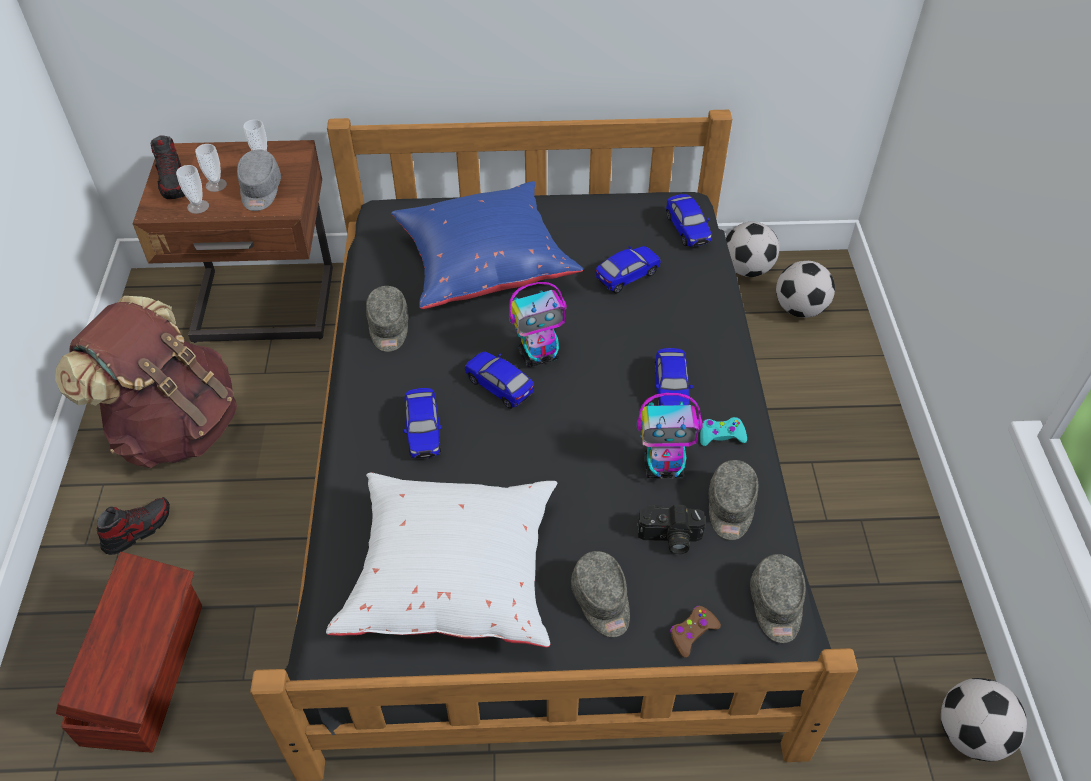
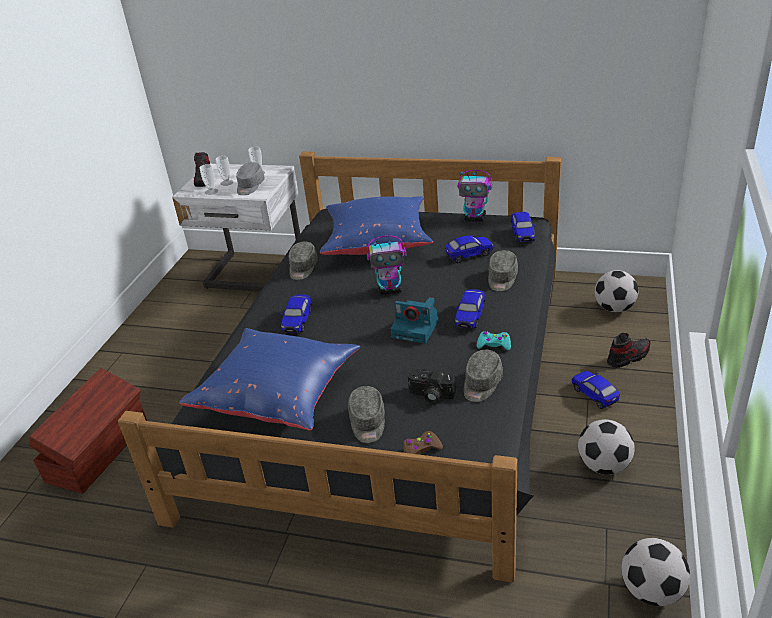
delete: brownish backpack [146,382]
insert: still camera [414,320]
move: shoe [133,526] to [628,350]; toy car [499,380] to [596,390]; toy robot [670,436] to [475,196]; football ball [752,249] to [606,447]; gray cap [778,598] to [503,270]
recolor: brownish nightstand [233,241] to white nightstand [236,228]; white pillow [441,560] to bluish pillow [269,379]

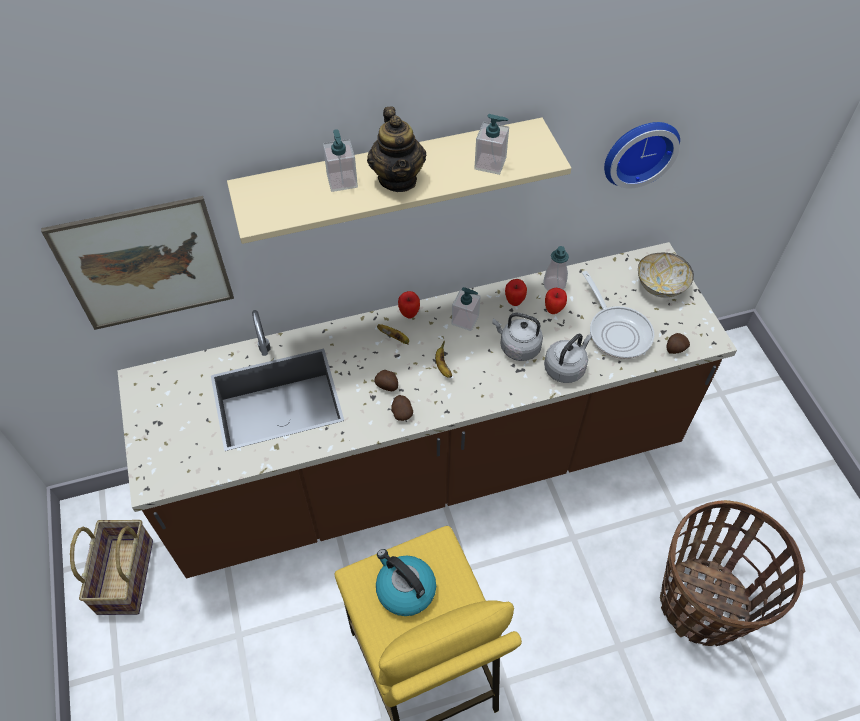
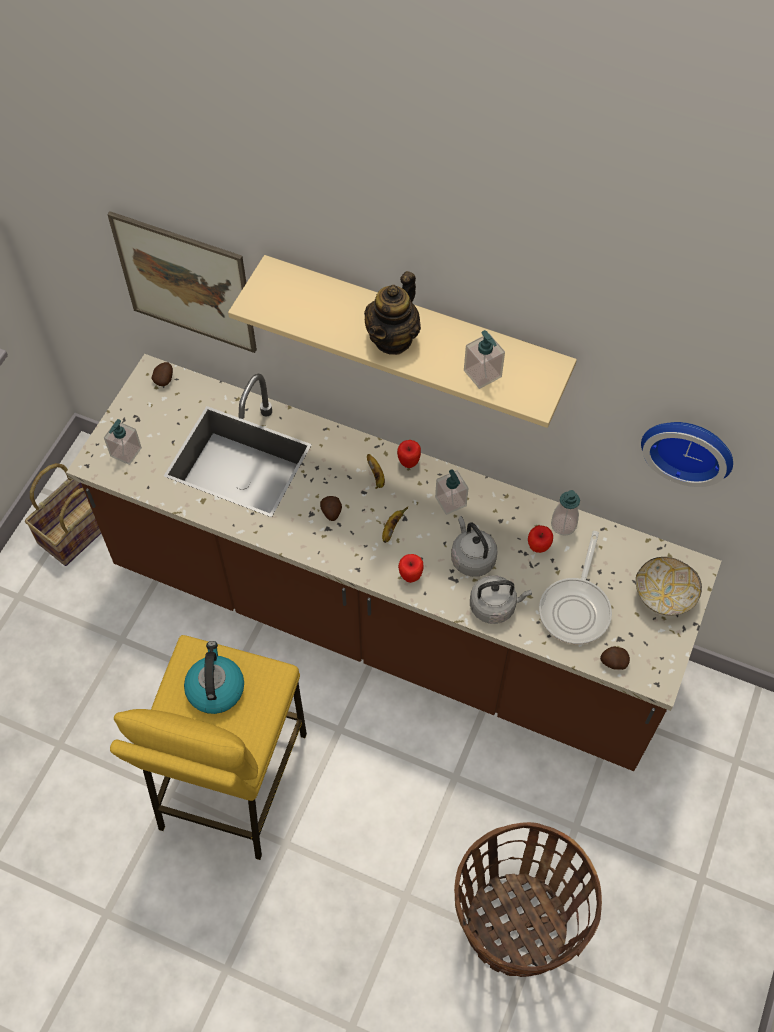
move: soap dispenser [340,160] to [123,442]; whole potato [402,408] to [162,374]; apple [516,292] to [411,568]

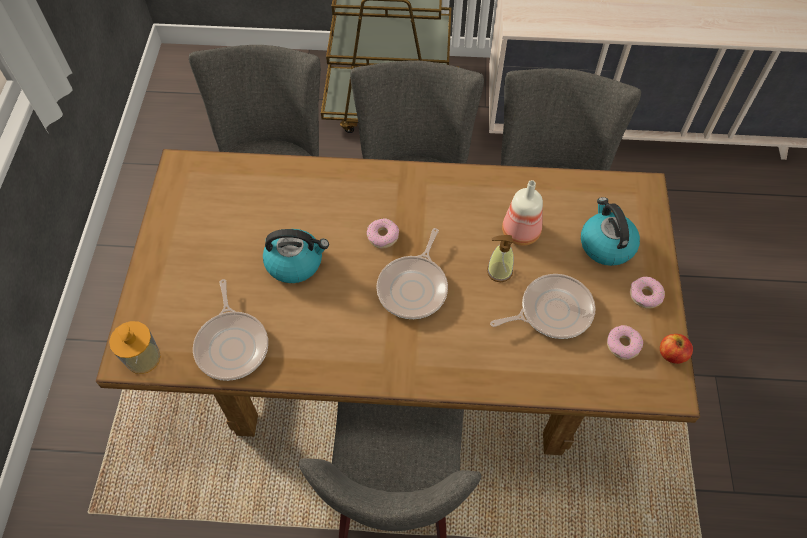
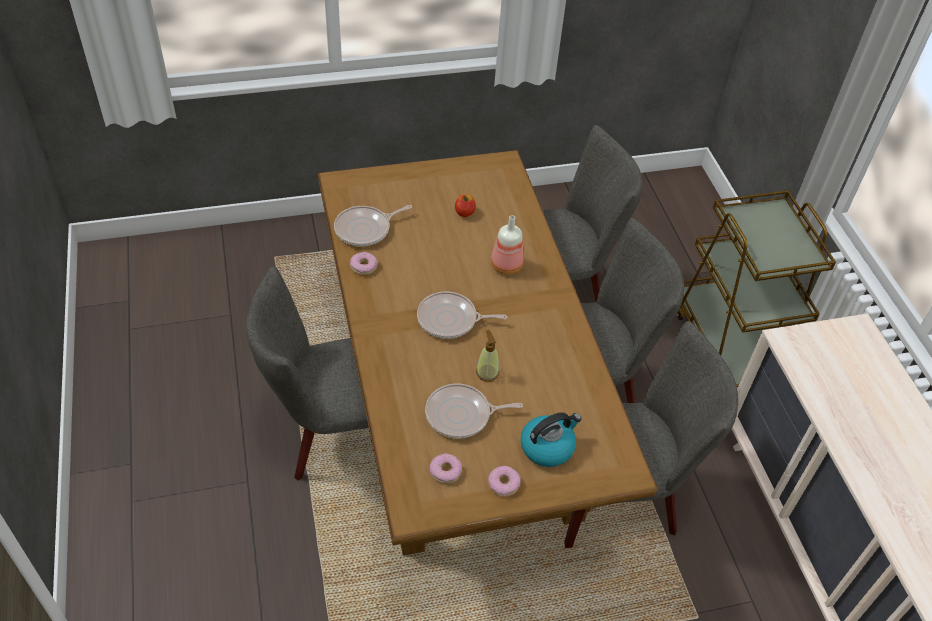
delete: soap dispenser [135,347]; water kettle [296,256]
move: doughnut [383,233] to [364,263]; drink bottle [522,213] to [507,245]; apple [676,349] to [465,205]
rotate: skillet [543,306] = [474,410] 120 degrees clockwise

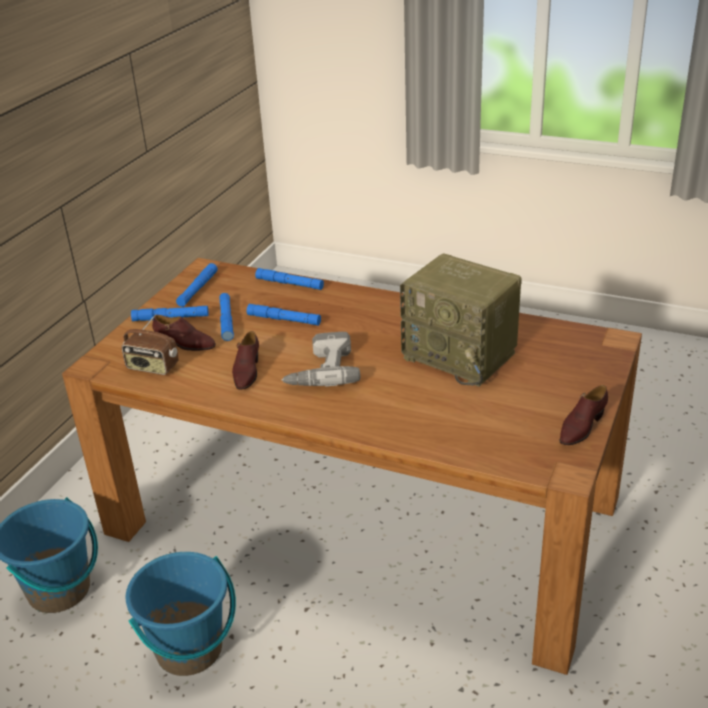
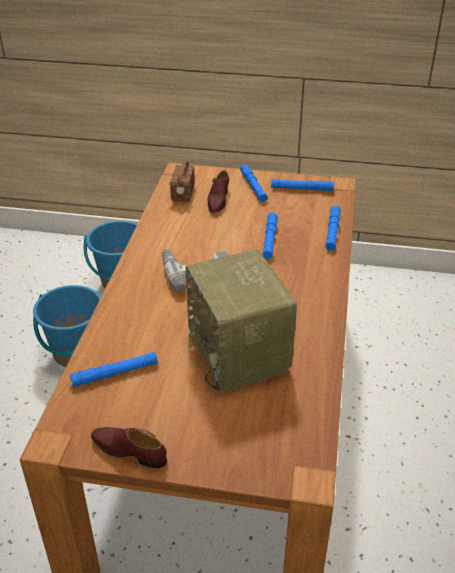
delete: brownish shoe [245,360]
move: bluish torch [226,317] to [114,369]
rotate: radio receiver [461,320] = [241,320] 45 degrees counterclockwise

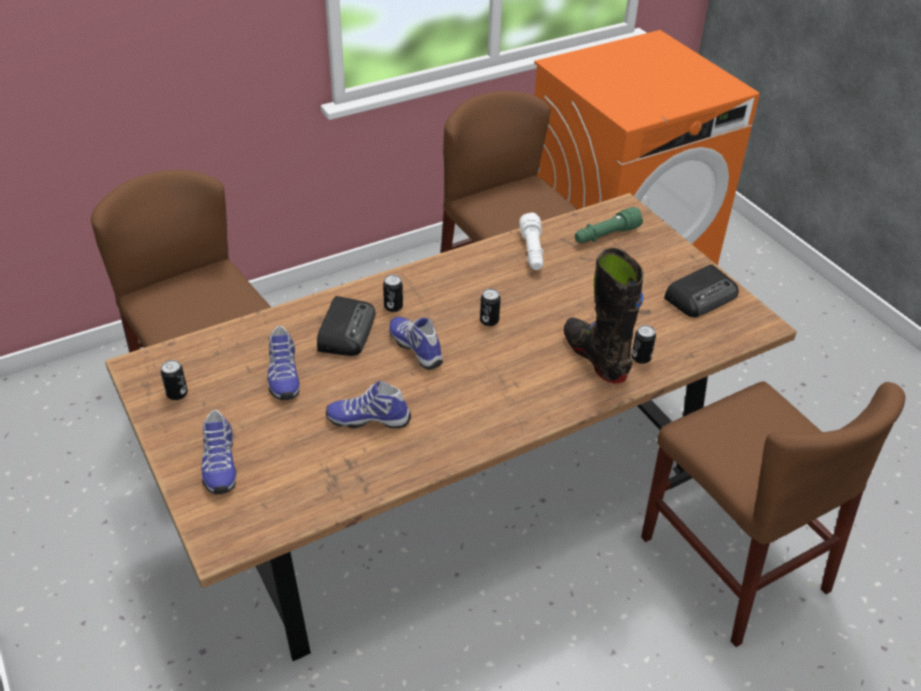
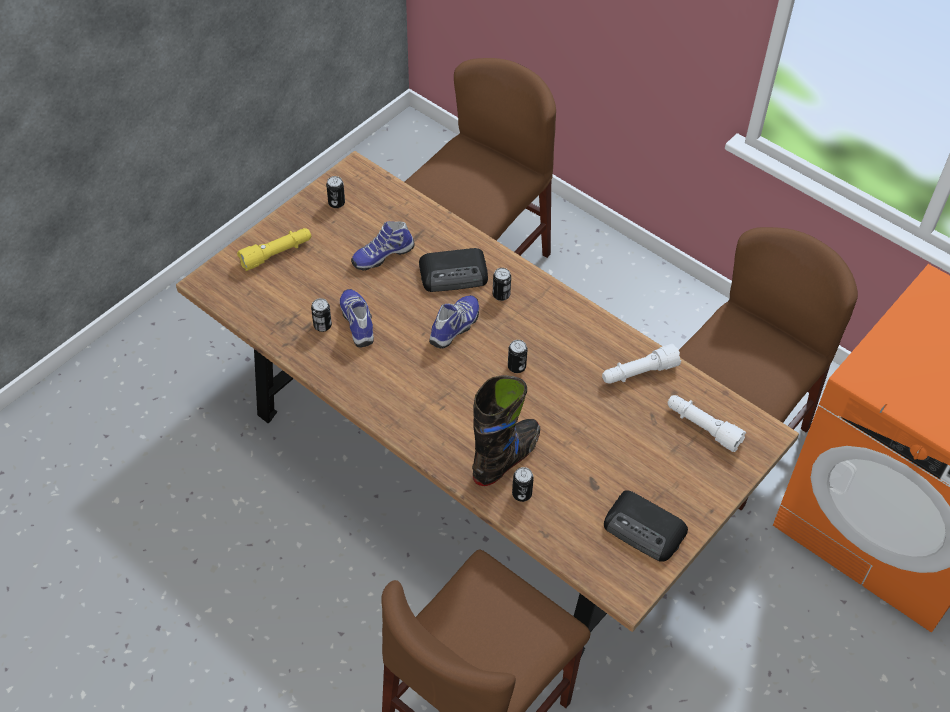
insert: sealed can [321,315]
replace: shoe [219,452] to yellow-coloured torch [274,249]
recolor: green-coloured torch [609,225] to white torch [706,423]

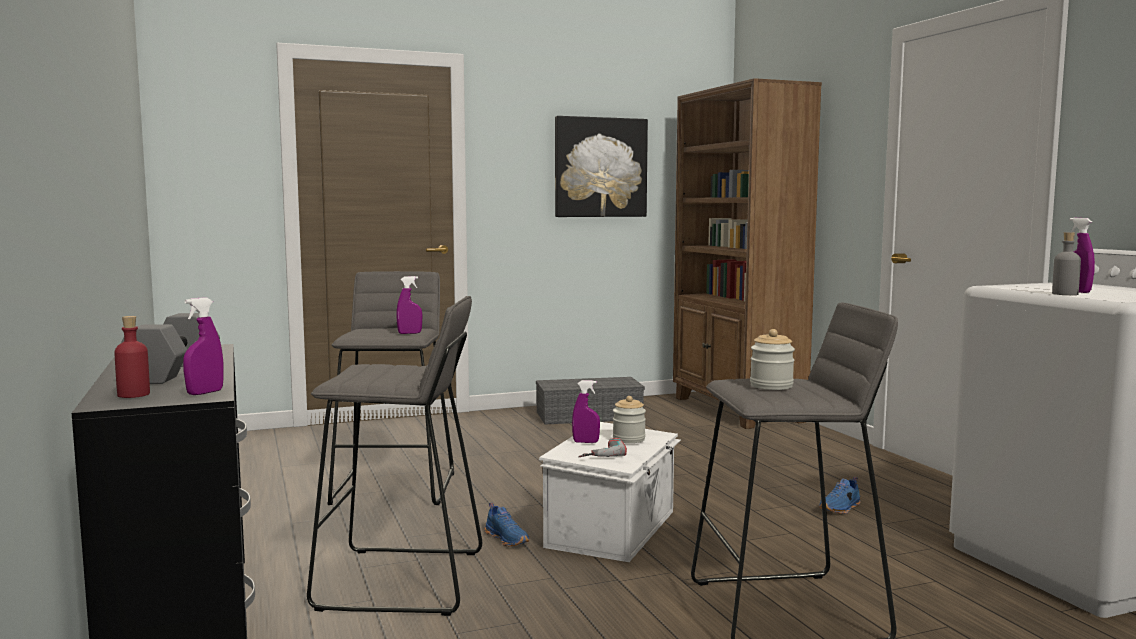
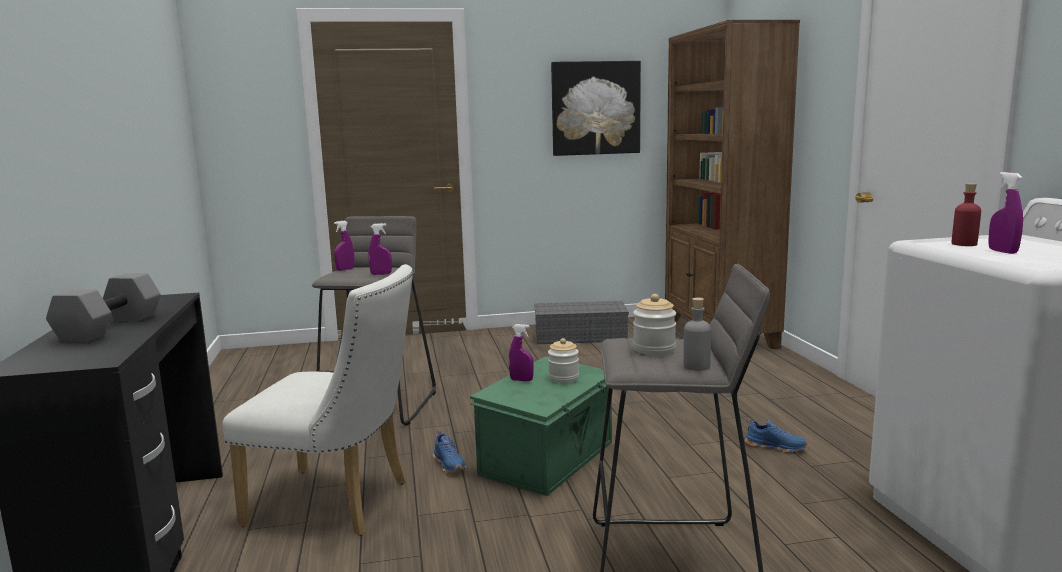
delete: drill [602,447]
move: red-coloured drink bottle [132,357] to [966,214]; purplish sprayer [203,346] to [344,246]; gray drink bottle [1066,263] to [697,334]
replace: gray sitting stool [394,456] to white chair [317,400]
recolor: white storage container [610,492] to green-coloured storage container [541,426]
rotate: bluish shoe [839,495] = [776,436] 120 degrees counterclockwise

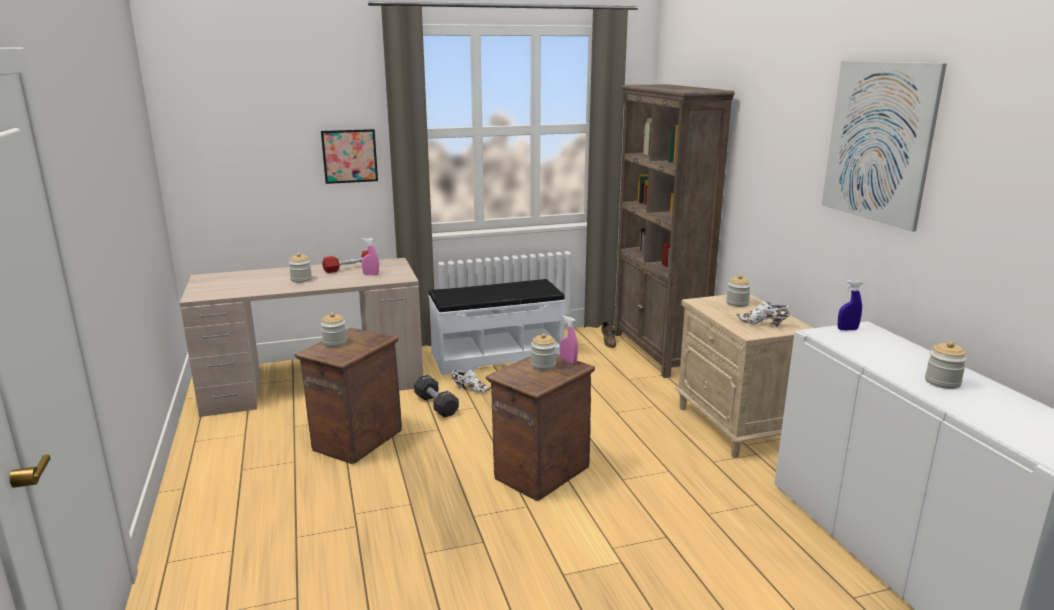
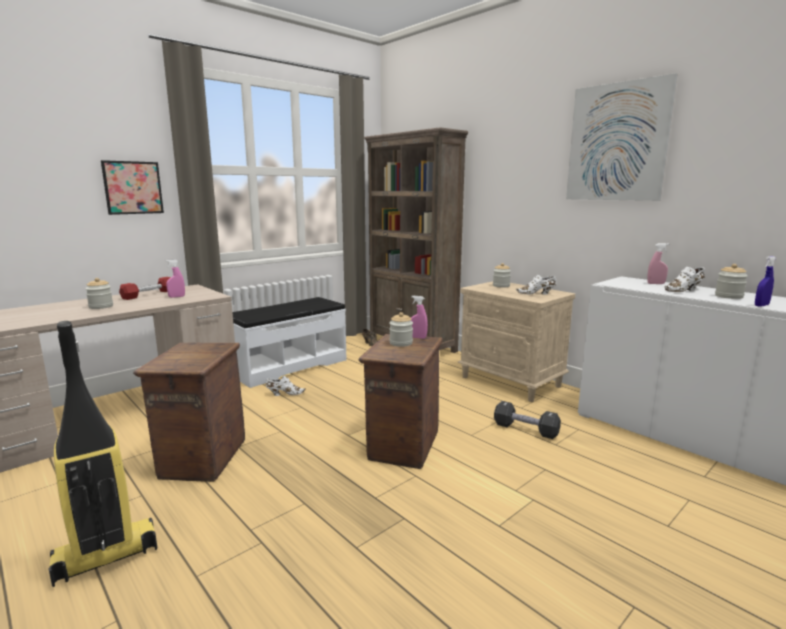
delete: jar [334,330]
insert: hoover [102,454]; pink-coloured sprayer [658,263]; white shoe [685,279]
move: black-coloured dumbbell [436,396] to [527,420]; bluish sprayer [849,305] to [765,281]

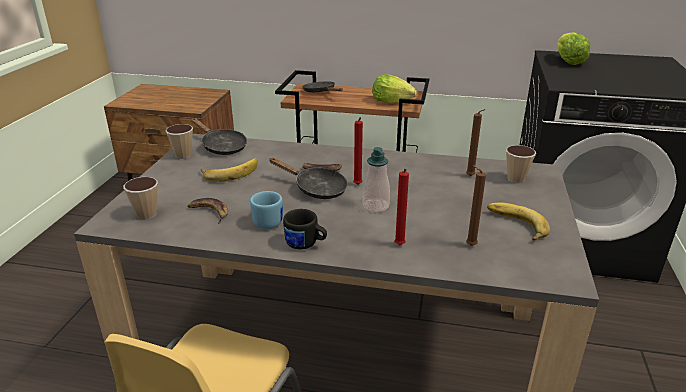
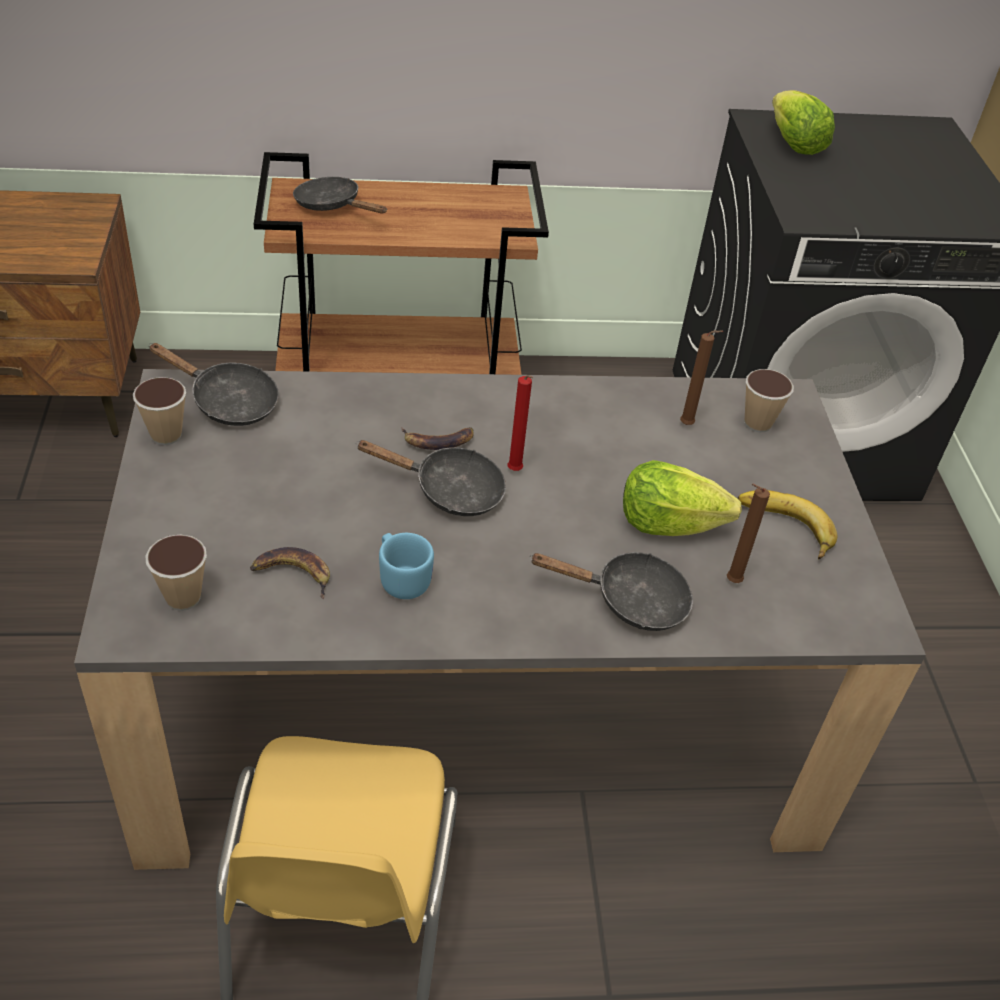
delete: banana [229,170]; black-coloured mug [305,229]; soap dispenser [376,179]
move: head of lettuce [394,88] to [682,498]
replace: red-coloured wax candle [401,207] to black-coloured skillet [611,591]

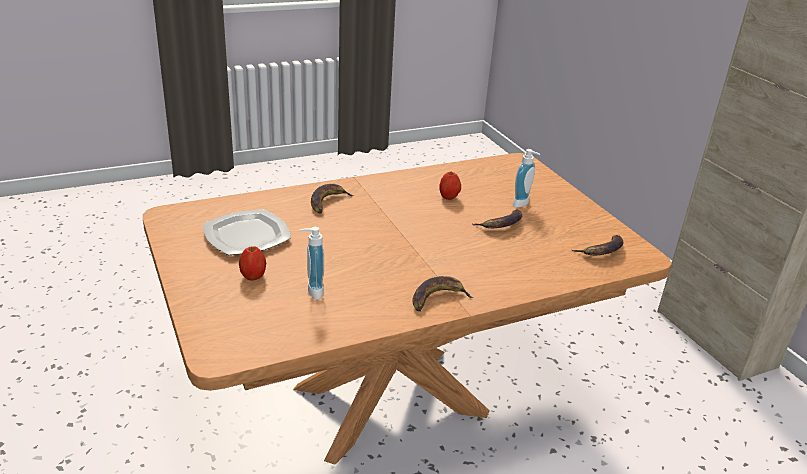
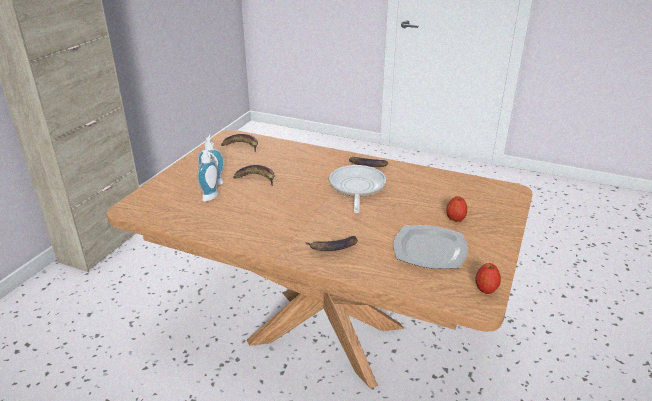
insert: skillet [357,189]
move: soap dispenser [311,263] to [208,176]; apple [450,186] to [488,278]

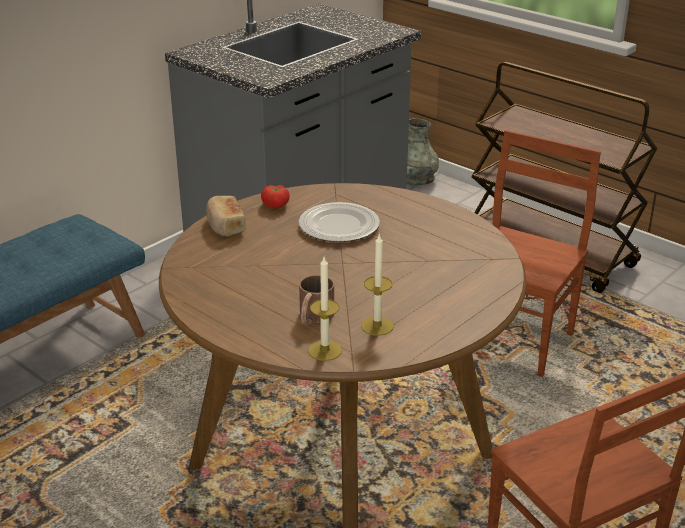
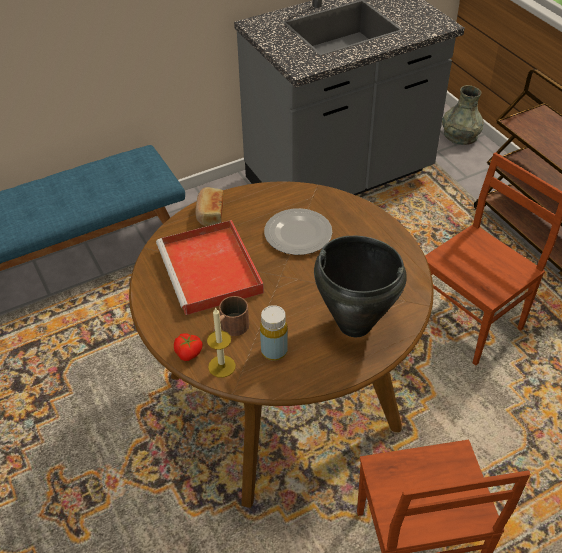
insert: red-coloured serving tray [210,267]; black-coloured cooking pot [360,286]
move: fresh tomato [275,197] to [188,347]
replace: wax candle [377,284] to yellow-coloured drink bottle [274,333]

